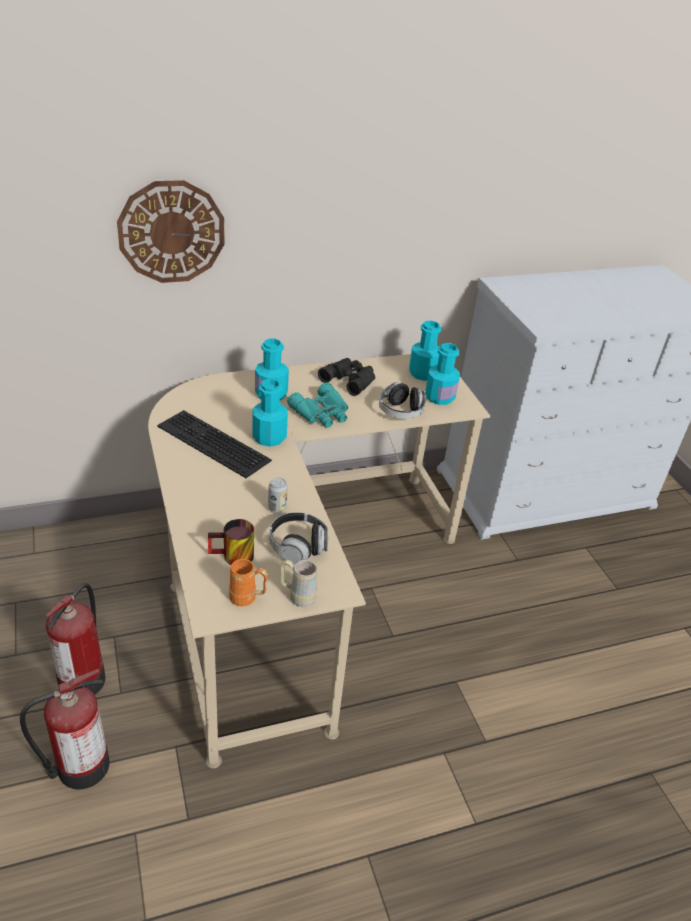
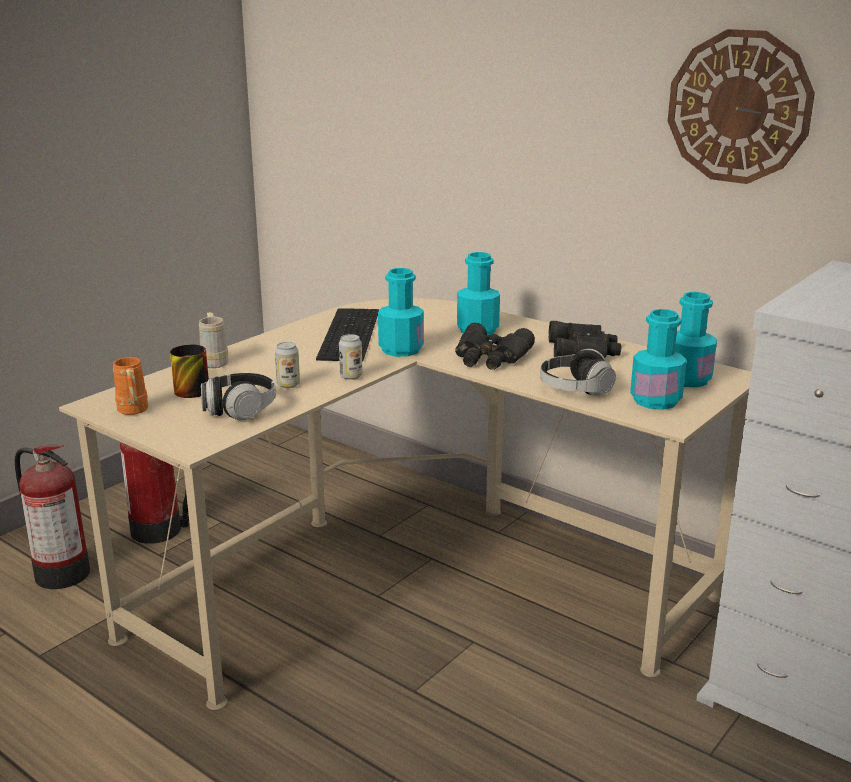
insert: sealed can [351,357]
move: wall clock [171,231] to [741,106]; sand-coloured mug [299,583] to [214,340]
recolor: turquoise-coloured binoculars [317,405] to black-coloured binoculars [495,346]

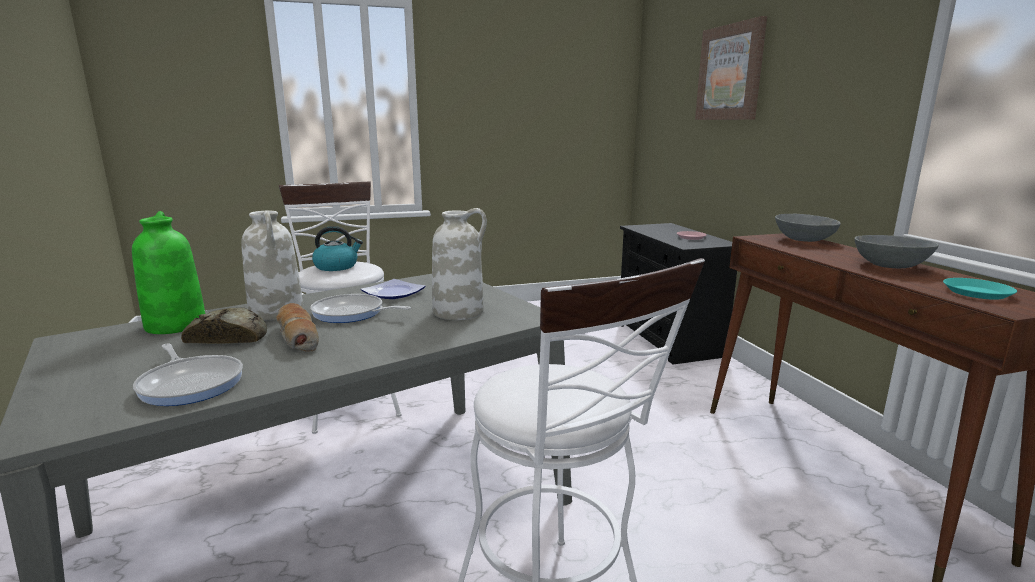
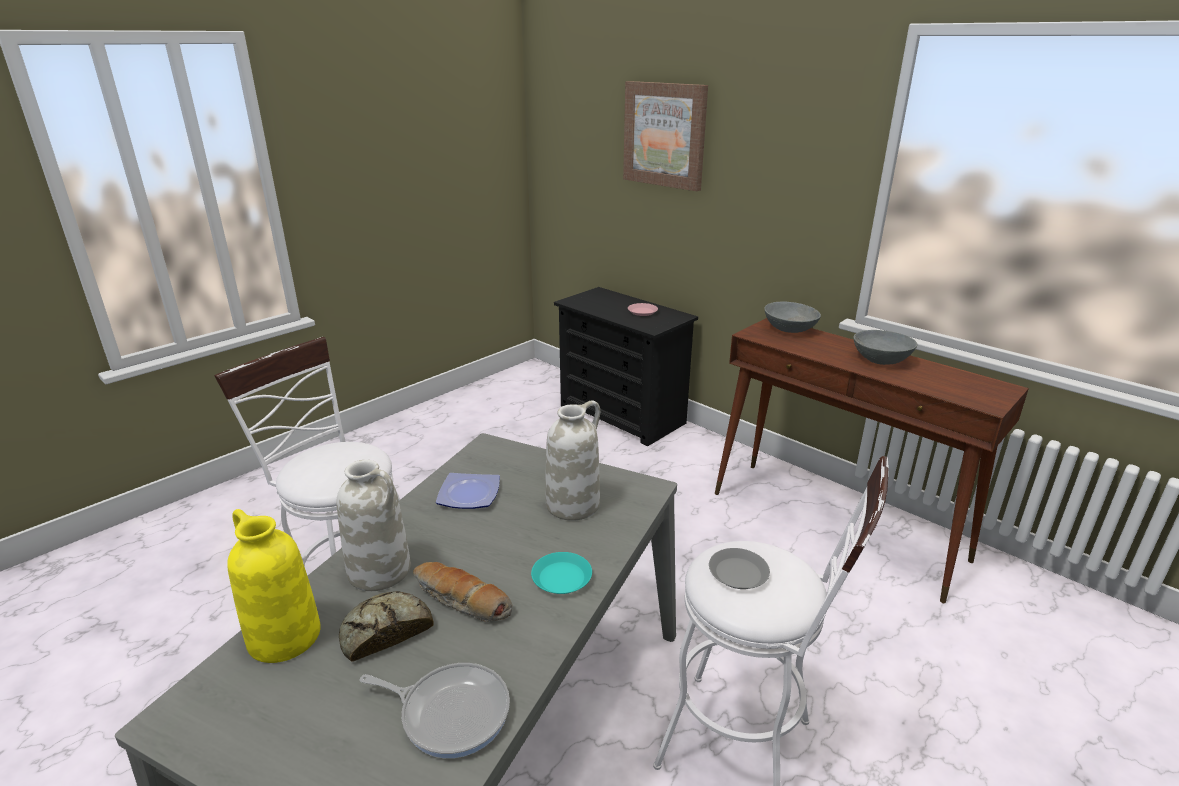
delete: skillet [360,308]; water kettle [337,248]
insert: gray plate [739,568]
move: turquoise-coloured plate [980,289] to [561,573]
recolor: green-coloured vase [168,272] to yellow-coloured vase [274,586]

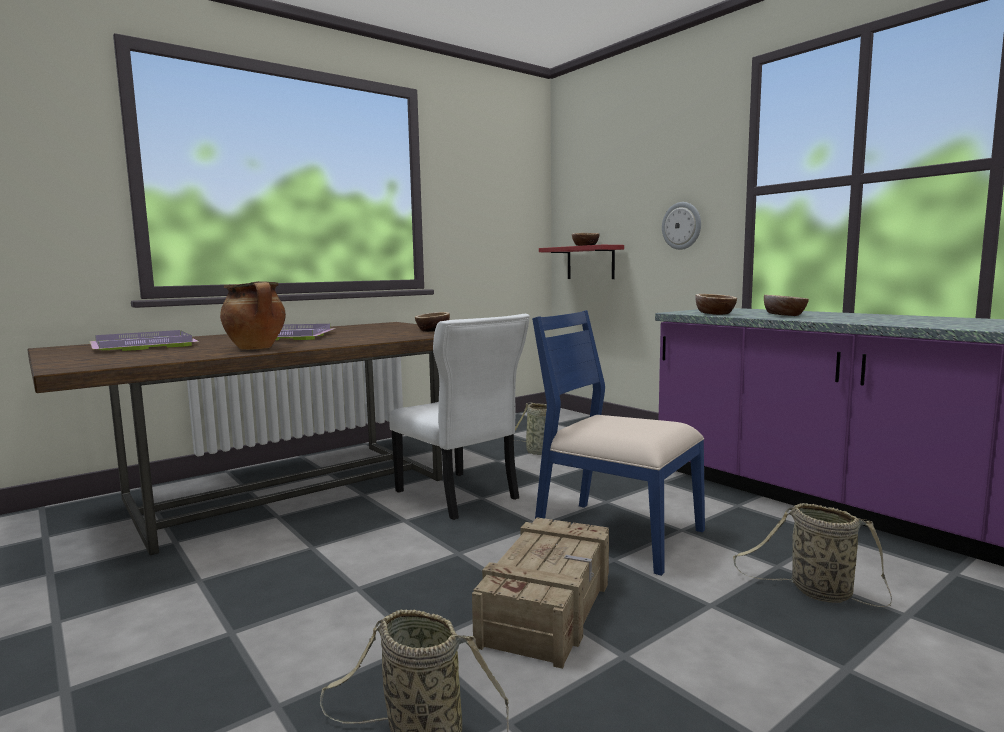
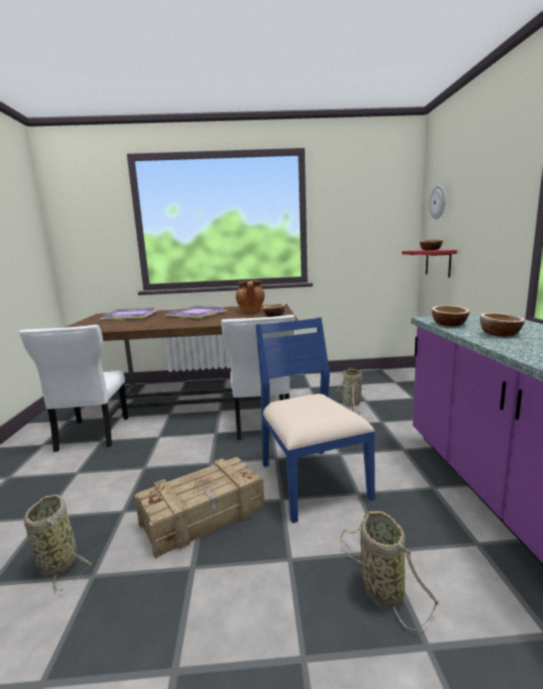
insert: white chair [73,388]
move: cooking pot [253,315] to [250,296]; wall clock [681,226] to [438,202]

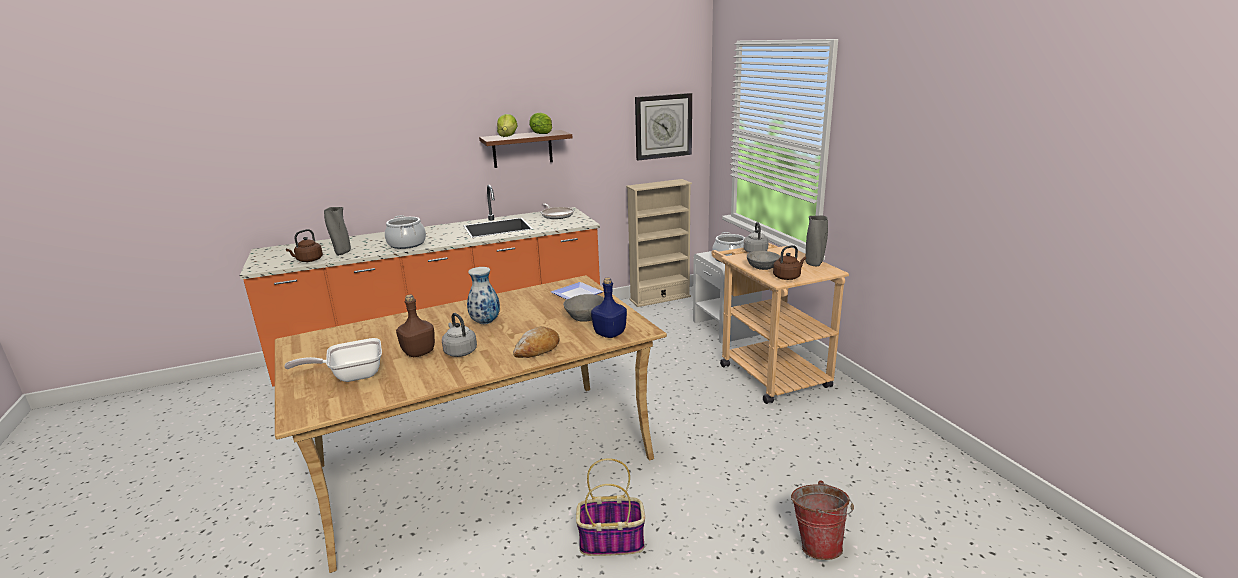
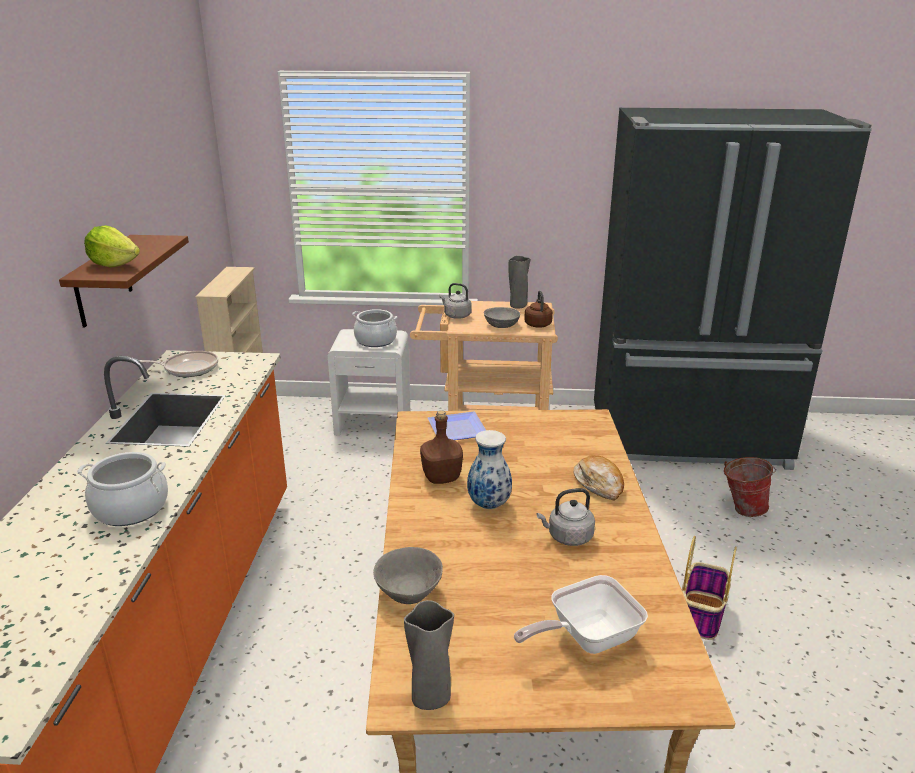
delete: brownish water kettle [304,245]; head of lettuce [540,123]; bluish drink bottle [609,308]; wall clock [663,126]
insert: black-coloured refrigerator [733,289]
move: gray vase [337,231] to [429,655]; brownish drink bottle [415,326] to [441,447]; gray deep dish [583,308] to [408,575]
rotate: skillet [333,360] = [581,614] 60 degrees clockwise

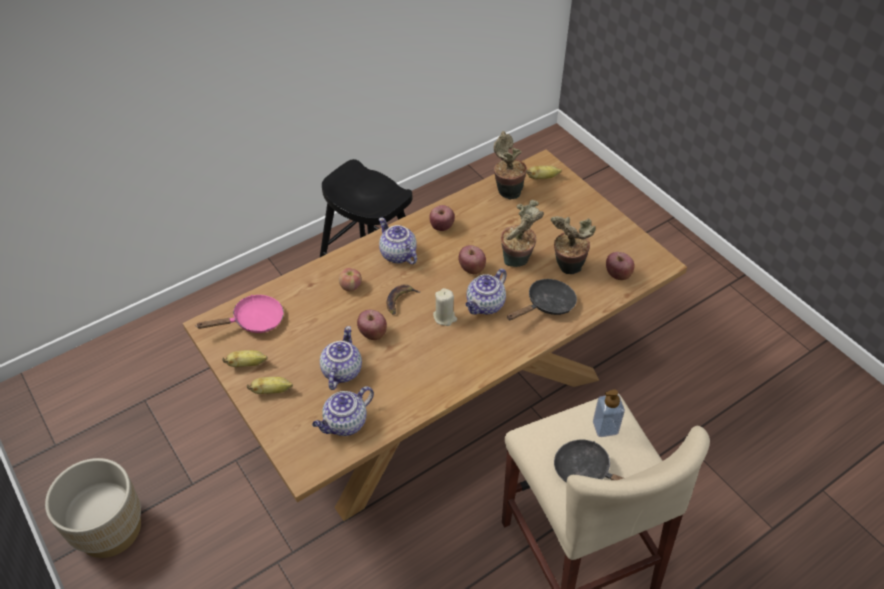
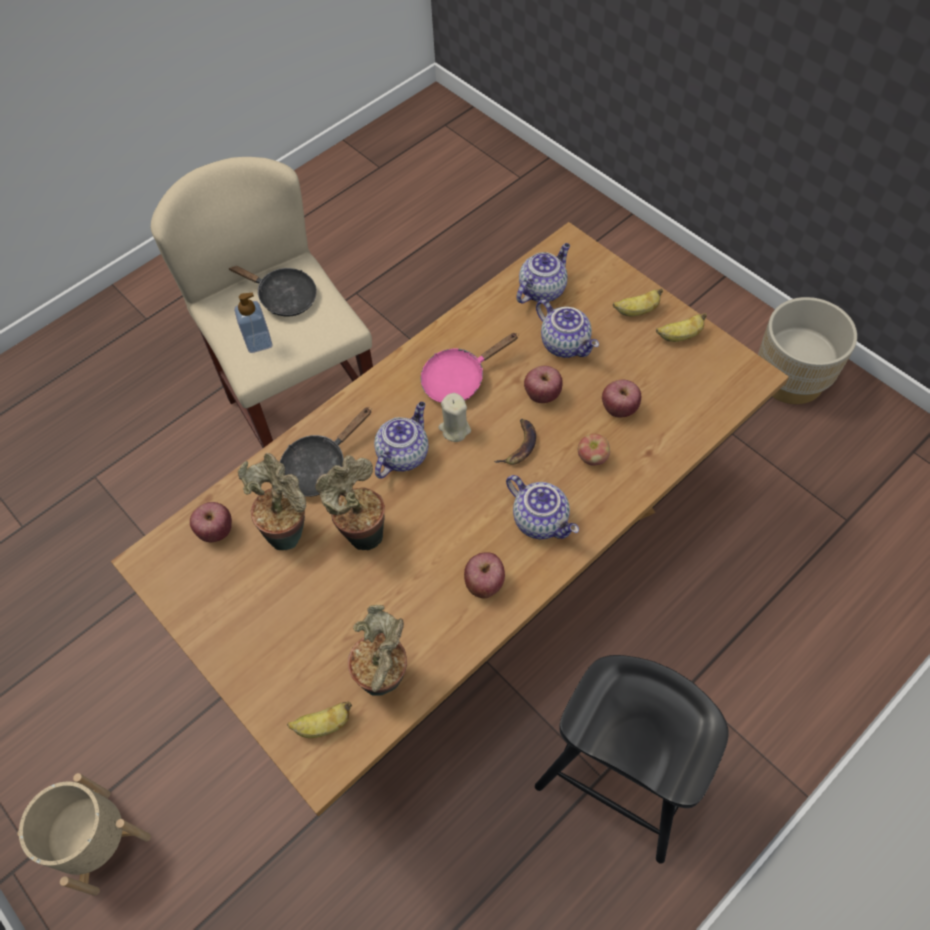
insert: sand-coloured plant pot [84,834]
move: pink-coloured skillet [240,314] to [469,368]; apple [472,259] to [621,399]
rotate: tea pot [341,358] = [567,328] 45 degrees counterclockwise

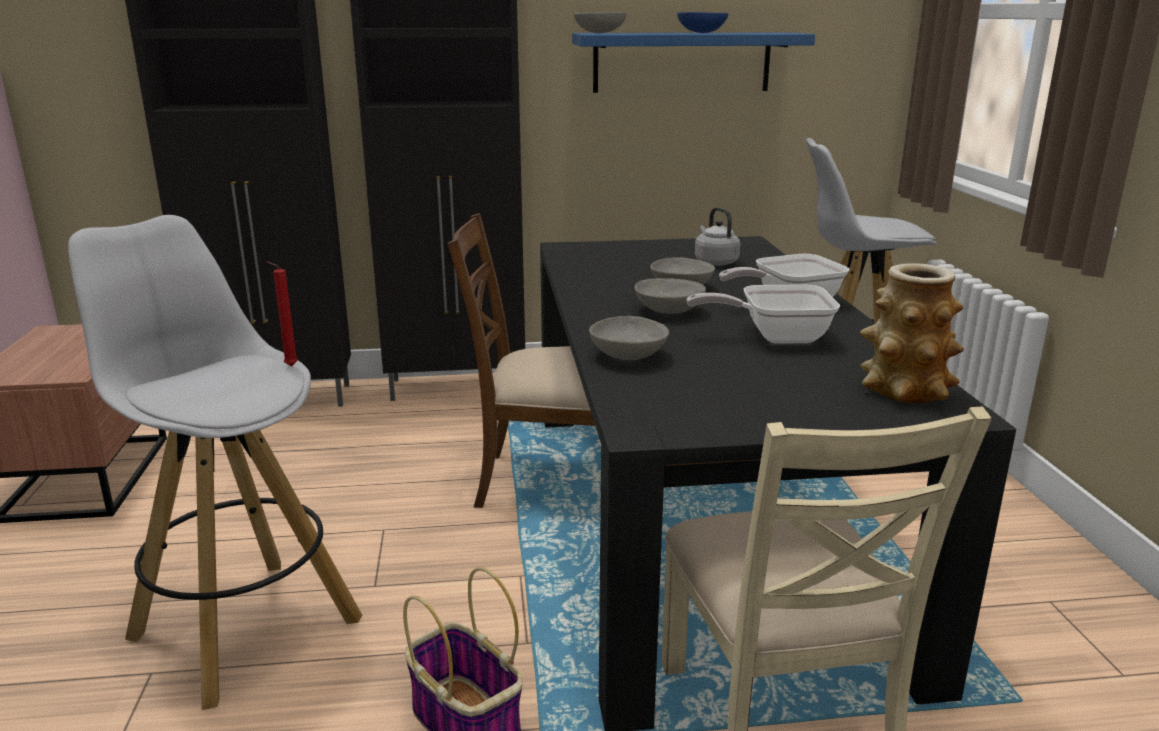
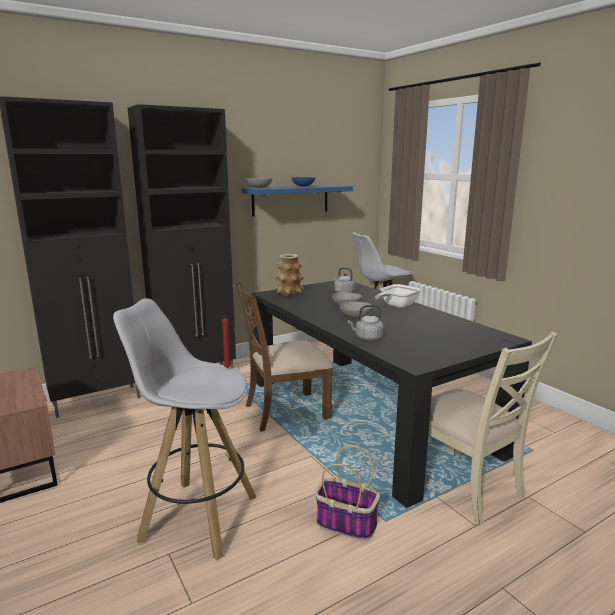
delete: skillet [763,314]
move: vase [912,333] to [289,275]
replace: gray deep dish [629,338] to gray water kettle [366,323]

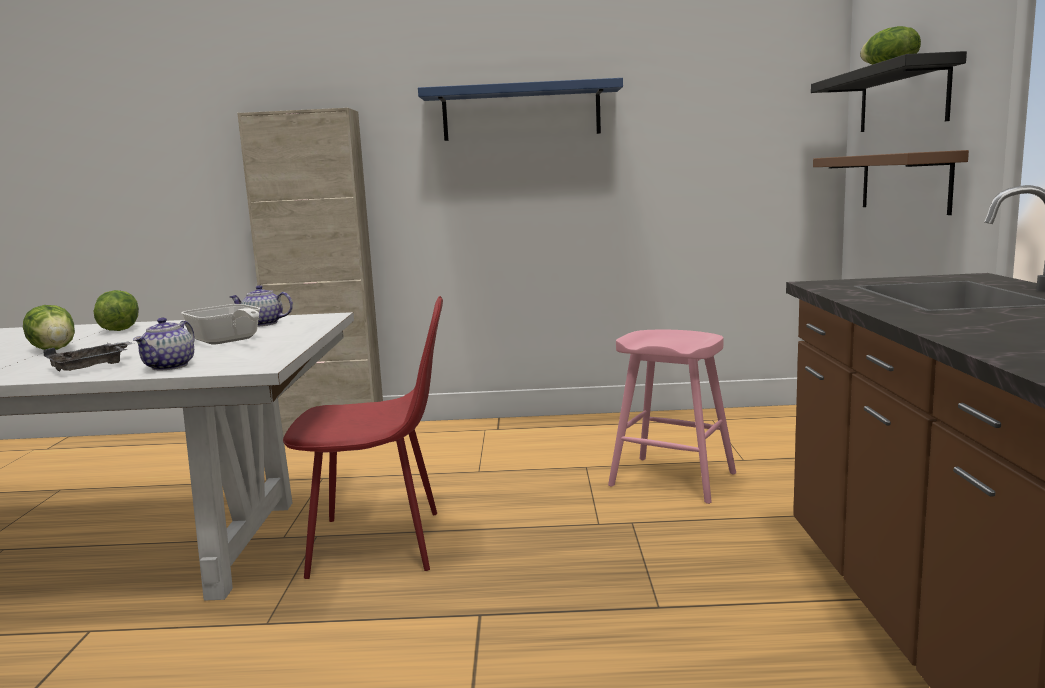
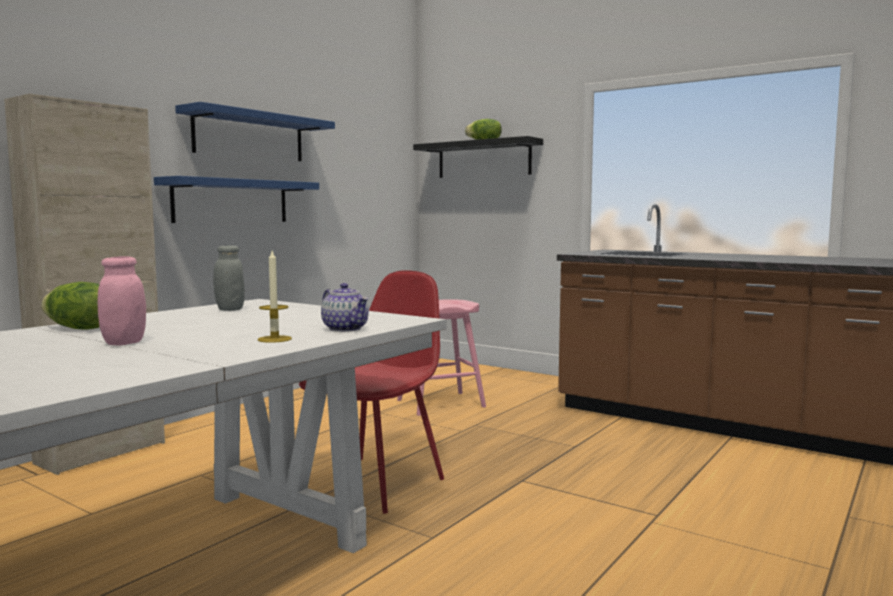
delete: skillet [221,324]; brownish wall shelf [891,182]
insert: bluish wall shelf [236,199]
replace: head of lettuce [49,327] to pink-coloured jar [121,301]; gray serving tray [88,356] to wax candle [275,297]; tea pot [261,305] to gray jar [229,278]

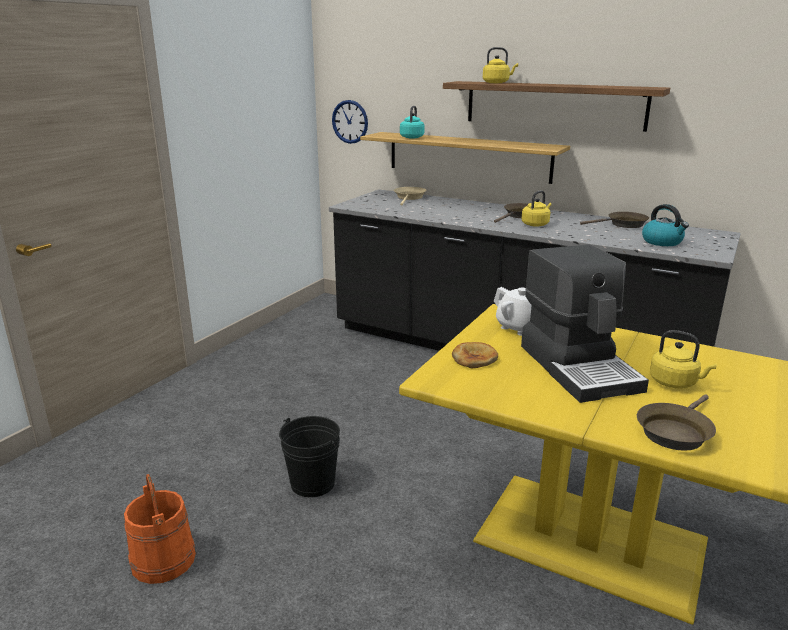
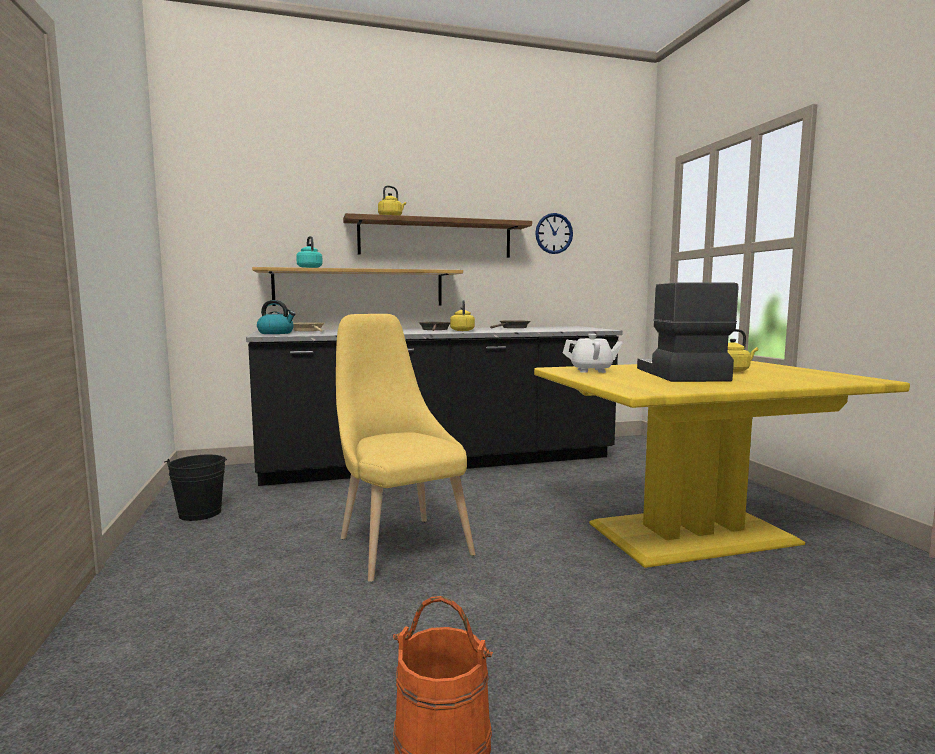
delete: bakery bread [475,355]; brownish skillet [676,422]
insert: yellow-coloured chair [405,448]
move: black-coloured water bucket [309,456] to [195,488]; wall clock [350,122] to [554,233]; water kettle [665,225] to [276,317]
rotate: coffee maker [585,324] = [687,332] 120 degrees counterclockwise

